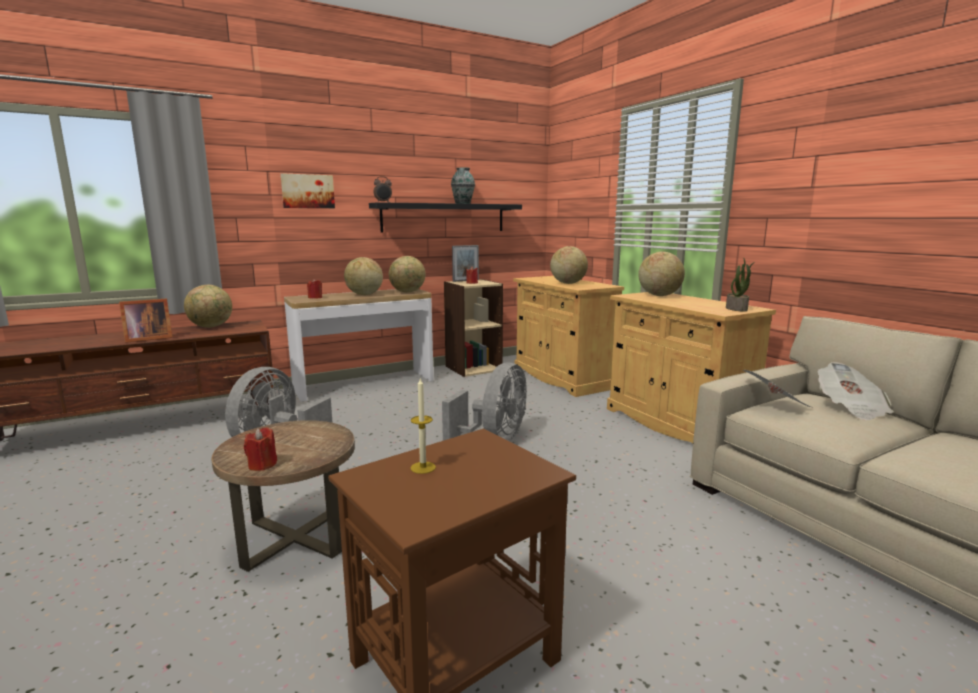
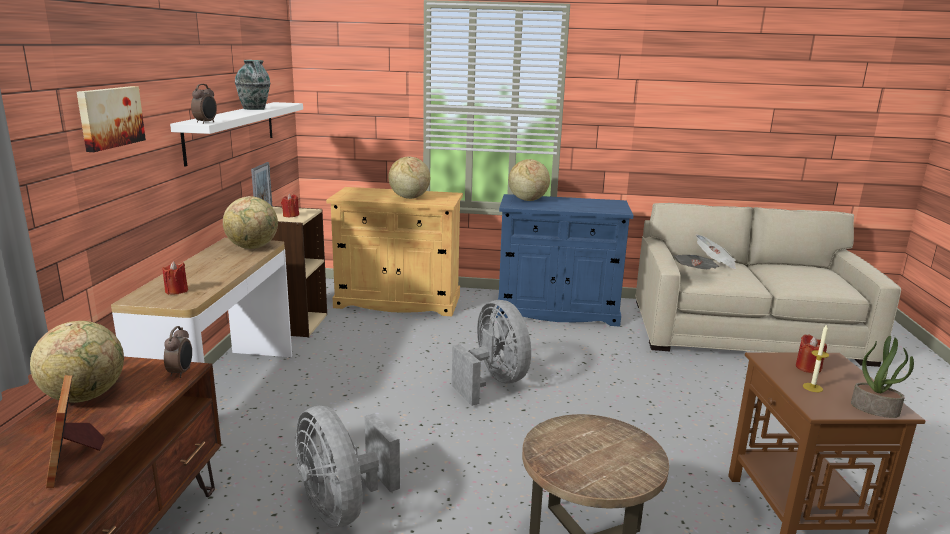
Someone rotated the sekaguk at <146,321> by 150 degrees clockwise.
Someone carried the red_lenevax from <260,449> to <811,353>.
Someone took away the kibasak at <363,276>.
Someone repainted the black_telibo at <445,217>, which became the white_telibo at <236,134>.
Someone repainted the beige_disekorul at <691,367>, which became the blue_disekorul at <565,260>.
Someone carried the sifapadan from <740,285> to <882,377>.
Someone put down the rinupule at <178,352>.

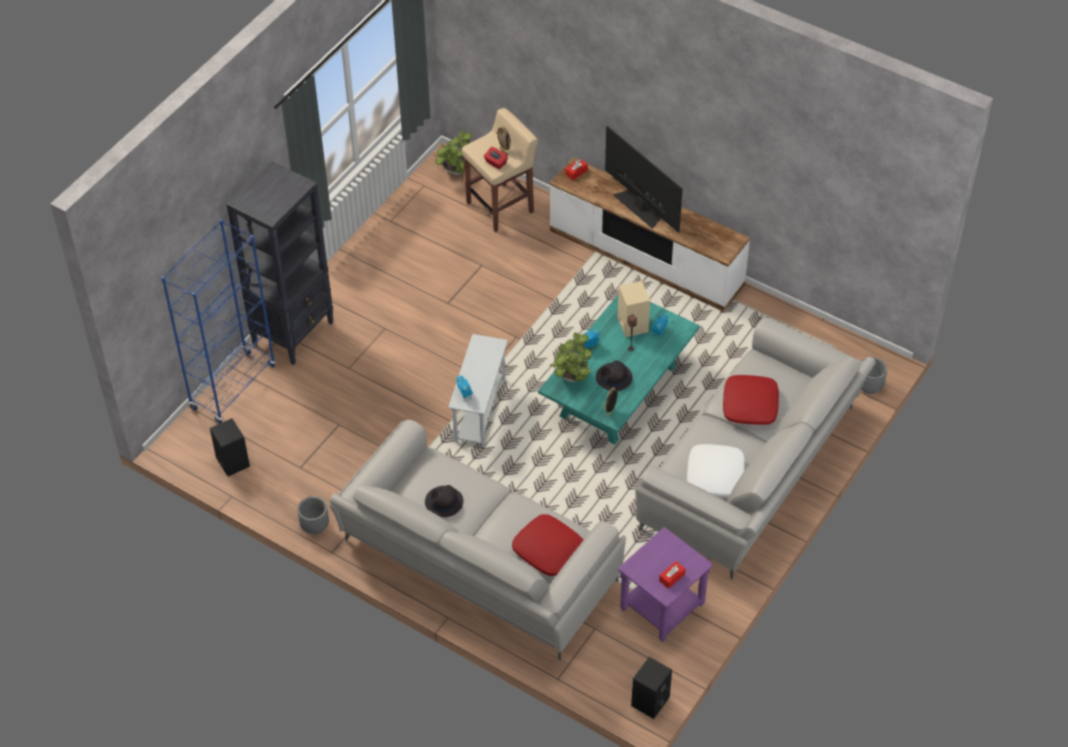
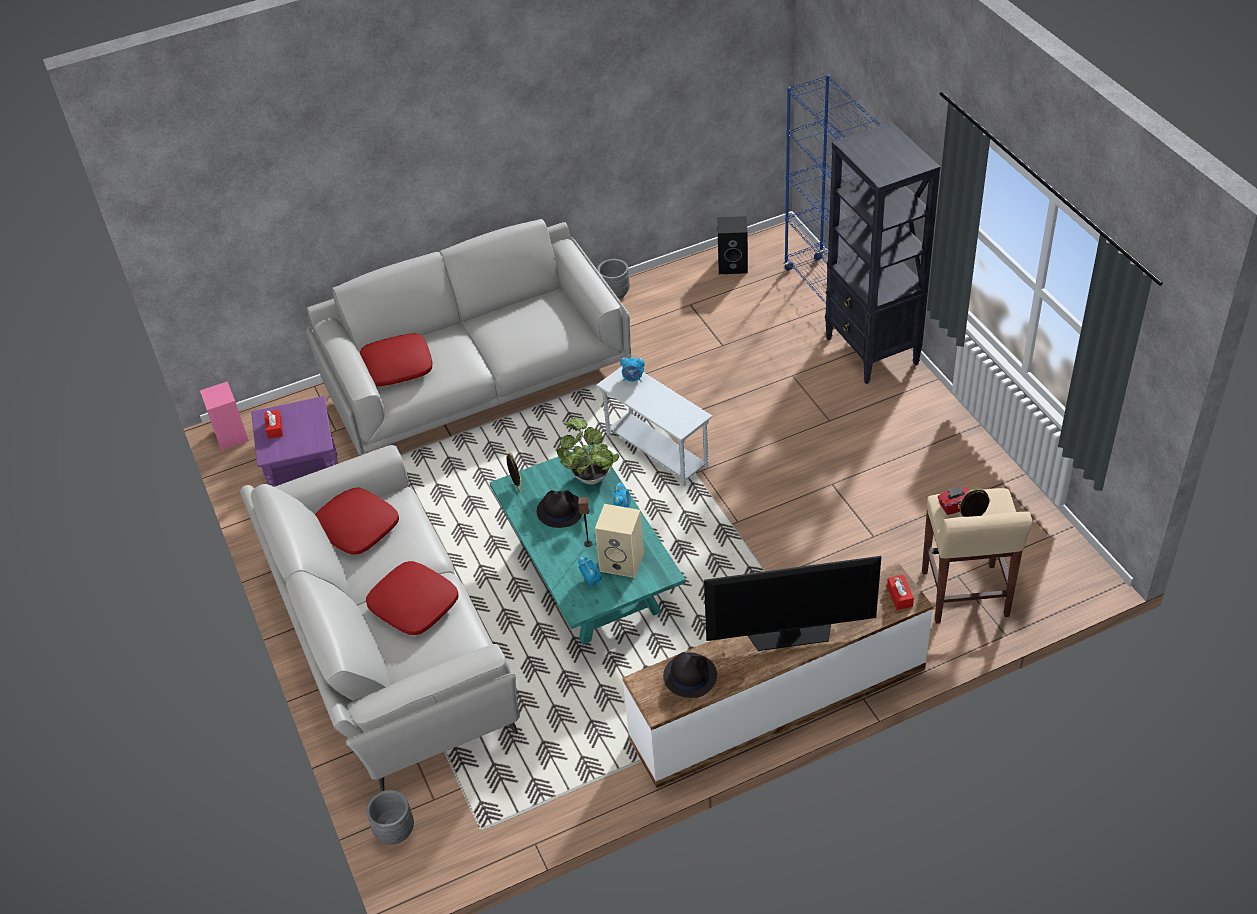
Someone carried the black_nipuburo from <444,501> to <690,675>.
Someone took away the sifapadan at <453,153>.
Someone repainted the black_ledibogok at <651,688>, which became the pink_ledibogok at <224,415>.
Someone repainted the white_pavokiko at <716,470>, which became the red_pavokiko at <357,521>.

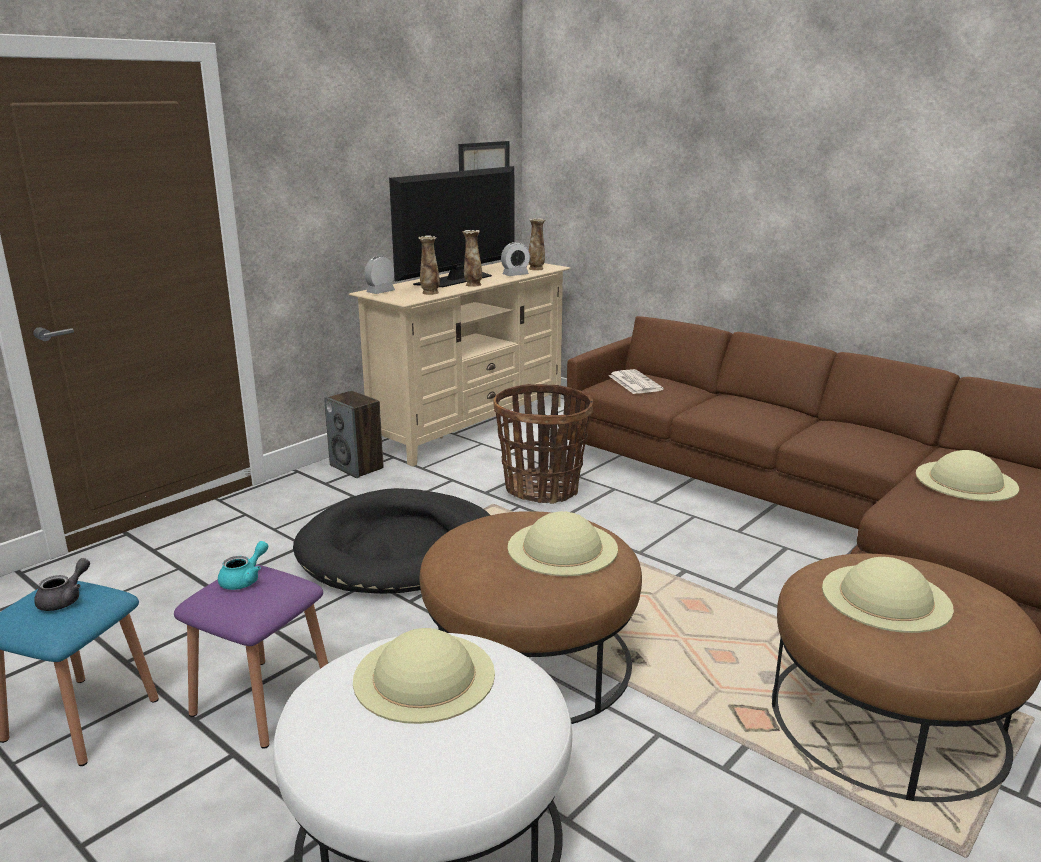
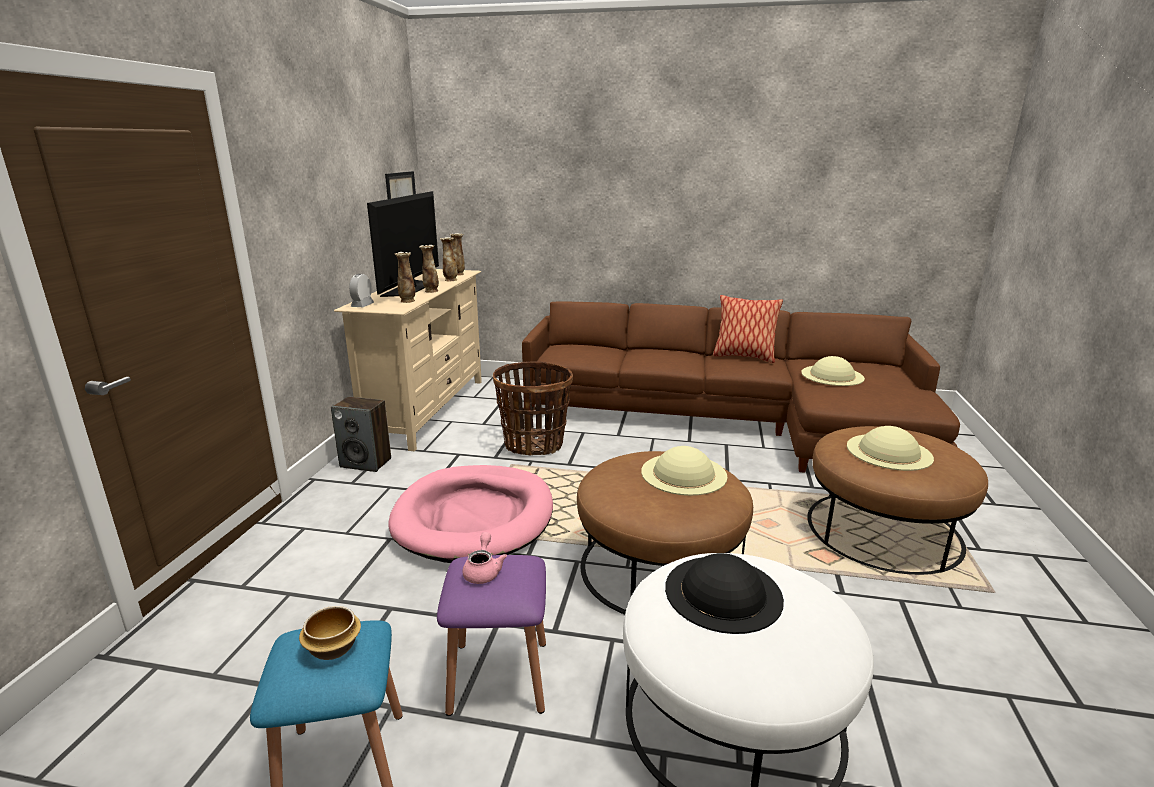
Someone swapped the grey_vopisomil at <62,584> for the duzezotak at <330,633>.
Someone repainted the turquoise_vopisomil at <243,565>, which became the pink_vopisomil at <484,558>.
Someone repainted the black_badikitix at <391,541>, which became the pink_badikitix at <471,514>.
Someone repainted the beige_nipuburo at <424,676>, which became the black_nipuburo at <724,593>.
Someone swapped the rinupule at <515,259> for the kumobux at <449,259>.
Someone took away the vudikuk at <636,381>.
Someone put down the pavokiko at <748,329>.

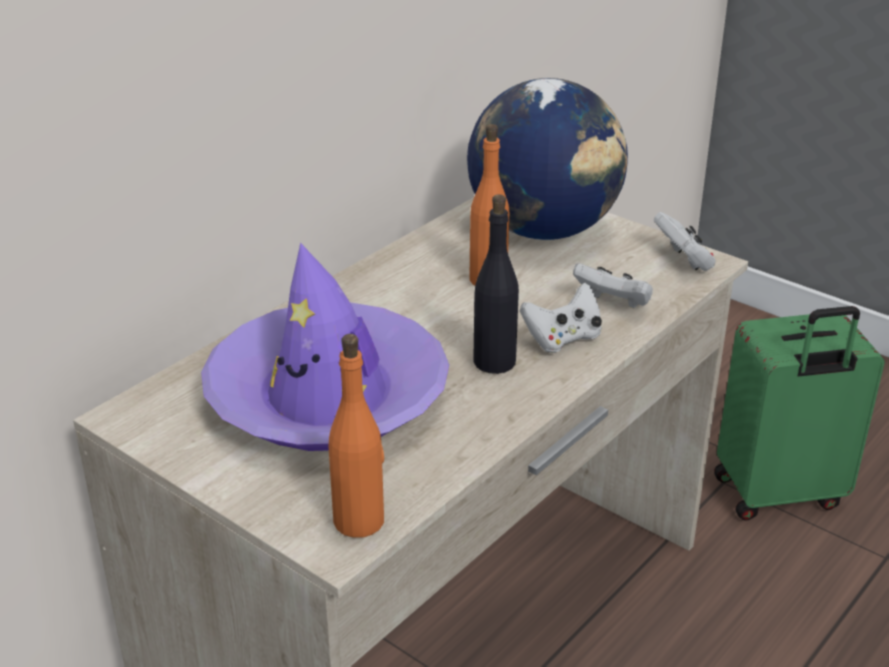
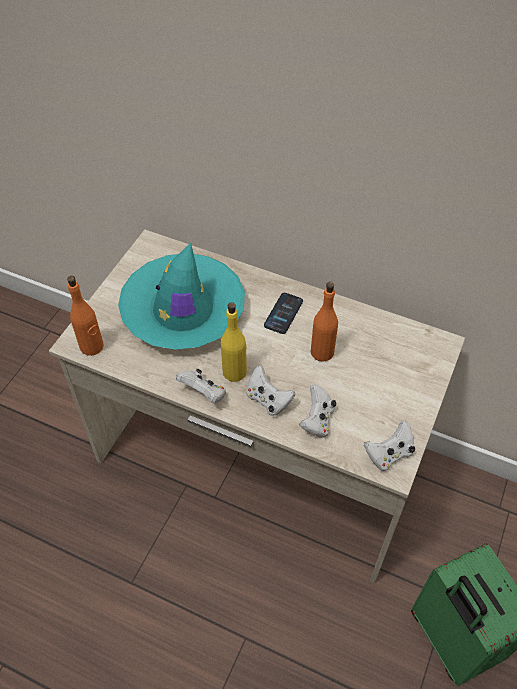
Someone repainted the purple_nipuburo at <325,347>, which became the turquoise_nipuburo at <181,296>.
Someone took away the kibasak at <547,159>.
Someone repainted the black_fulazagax at <496,284>, which became the yellow_fulazagax at <234,342>.
Someone put down the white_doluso at <201,386>.
Someone put down the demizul at <283,313>.

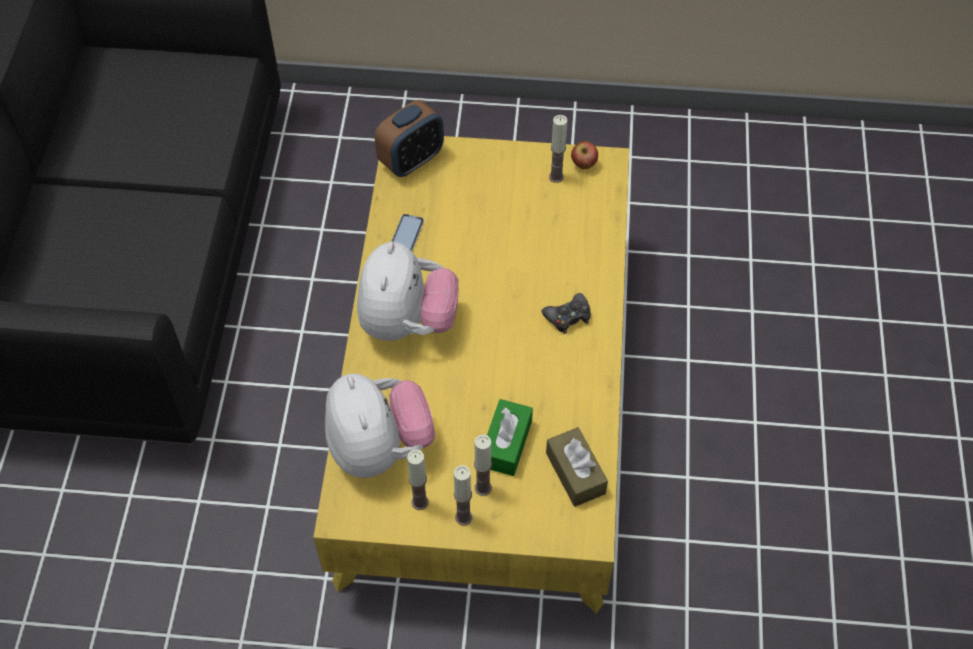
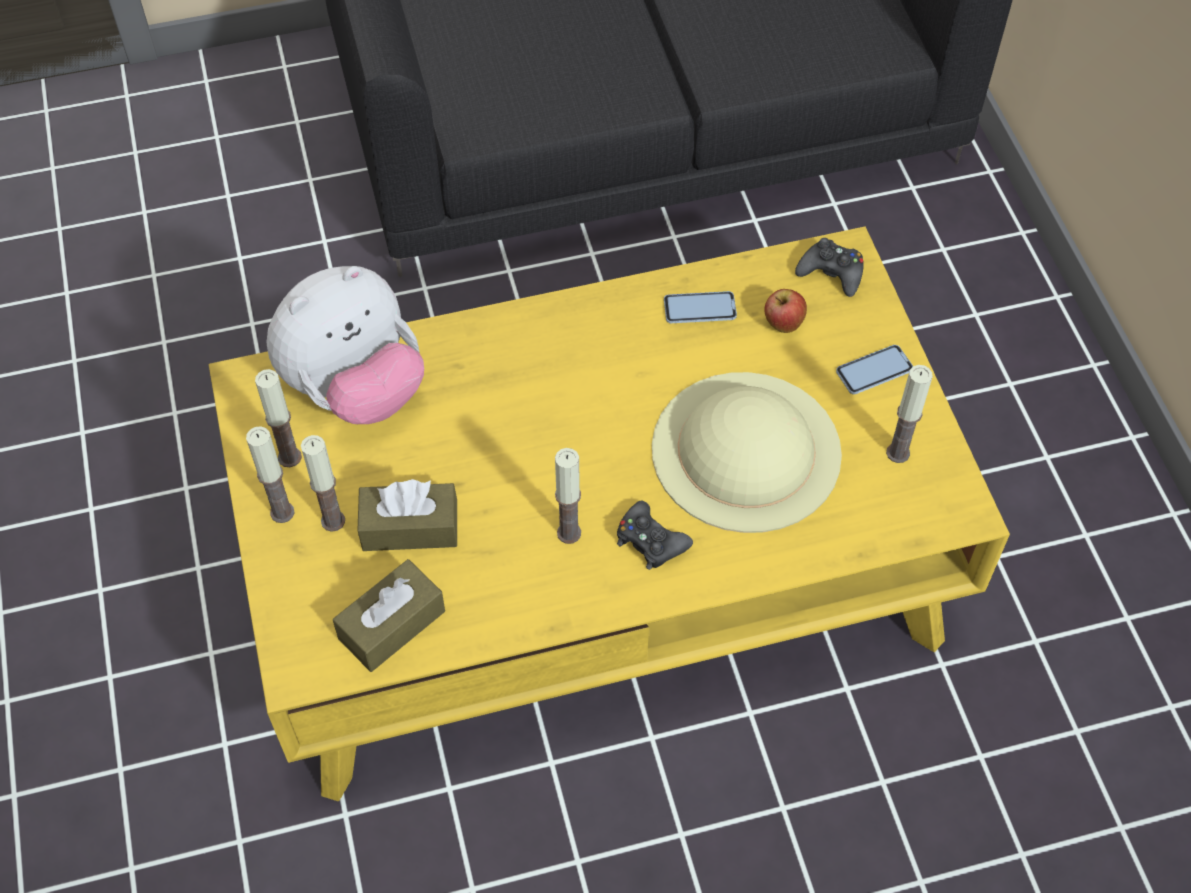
Someone took away the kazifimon at <408,291>.
Someone swapped the rinupule at <409,138> for the black_doluso at <829,267>.
Someone repainted the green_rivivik at <510,437>, which became the brown_rivivik at <407,515>.
Someone carried the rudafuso from <584,155> to <785,311>.
Someone put down the lenevax at <568,496>.
Someone put down the beige_nipuburo at <747,452>.
Someone put down the demizul at <874,369>.

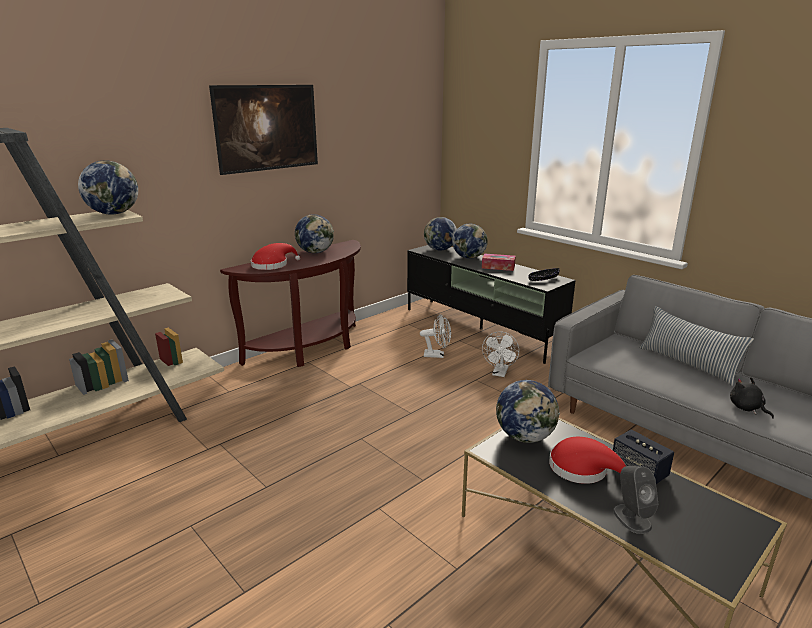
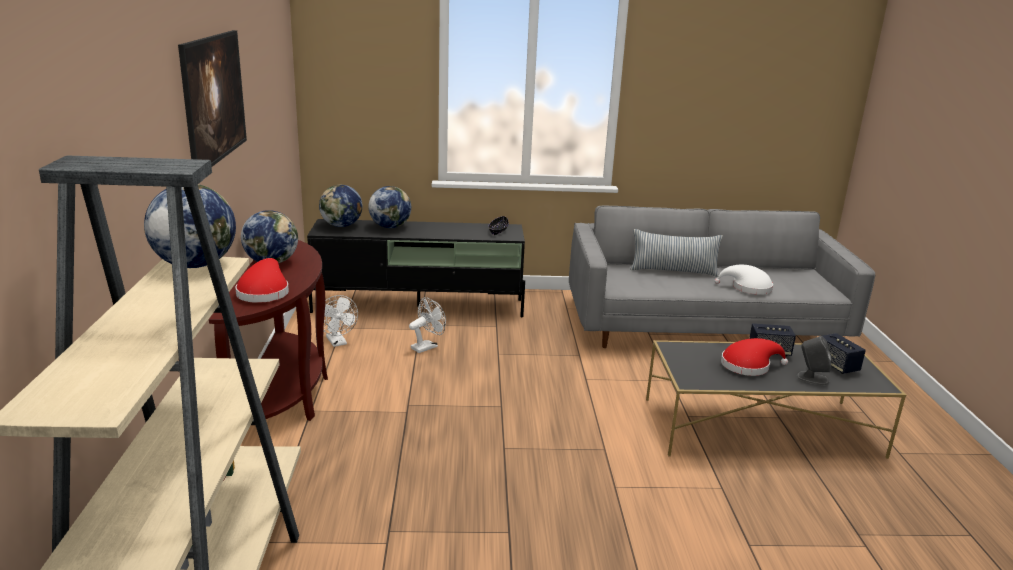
Someone took away the rivivik at <499,262>.
Someone carried the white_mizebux from <500,354> to <340,321>.
Someone took away the kibasak at <528,411>.
Someone swapped the black_kazifimon at <752,398> for the white_nipuburo at <743,280>.
Someone put down the ledibogok at <844,353>.

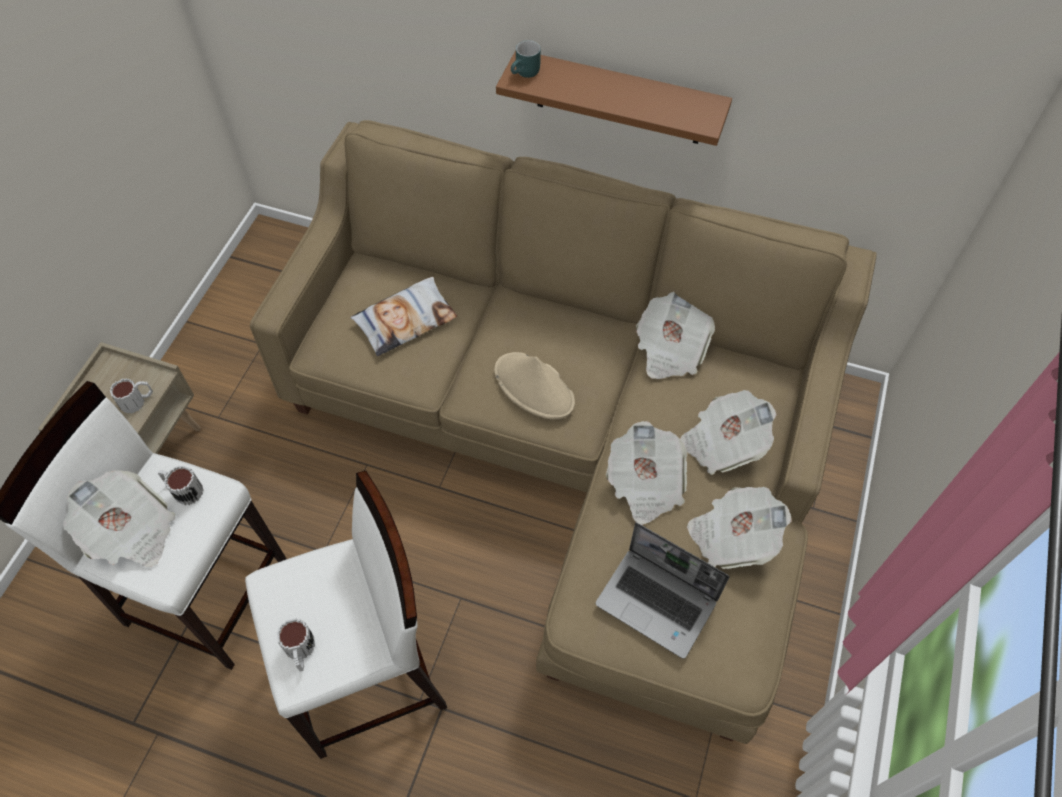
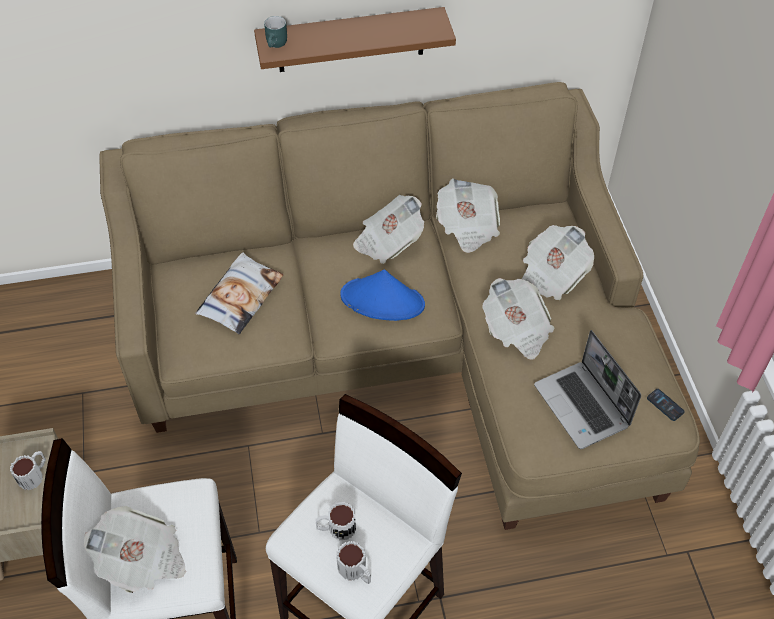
Someone carried the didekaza from <180,485> to <335,521>.
Someone repainted the beige_nipuburo at <534,386>, which became the blue_nipuburo at <382,295>.
Someone rotated the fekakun at <662,591> by 60 degrees clockwise.
Someone carried the vudikuk from <739,528> to <388,229>.
Someone put down the demizul at <666,405>.

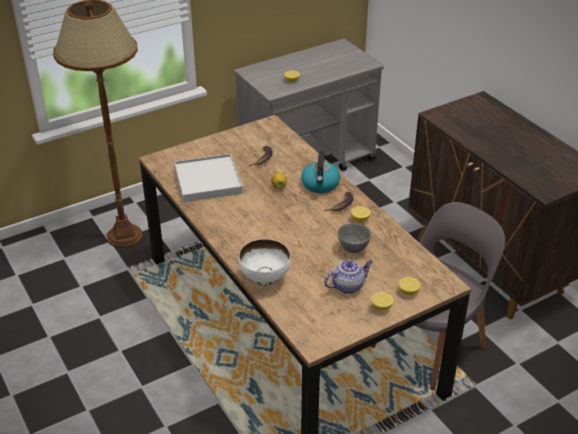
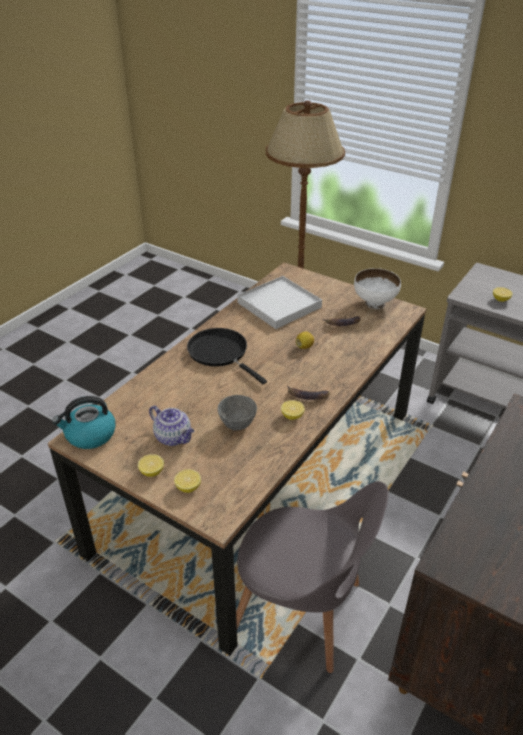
Someone carried the white_duzezotak from <264,262> to <377,288>.
Someone carried the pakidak from <320,172> to <84,422>.
Someone put down the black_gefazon at <227,356>.

